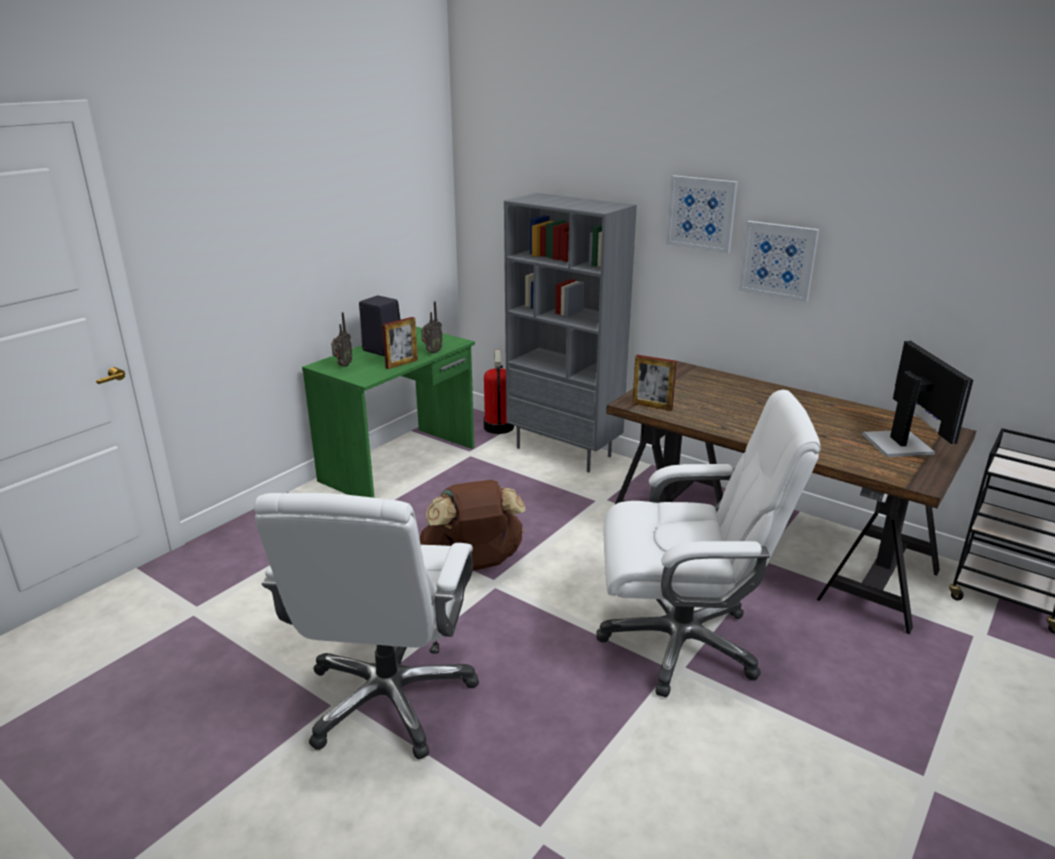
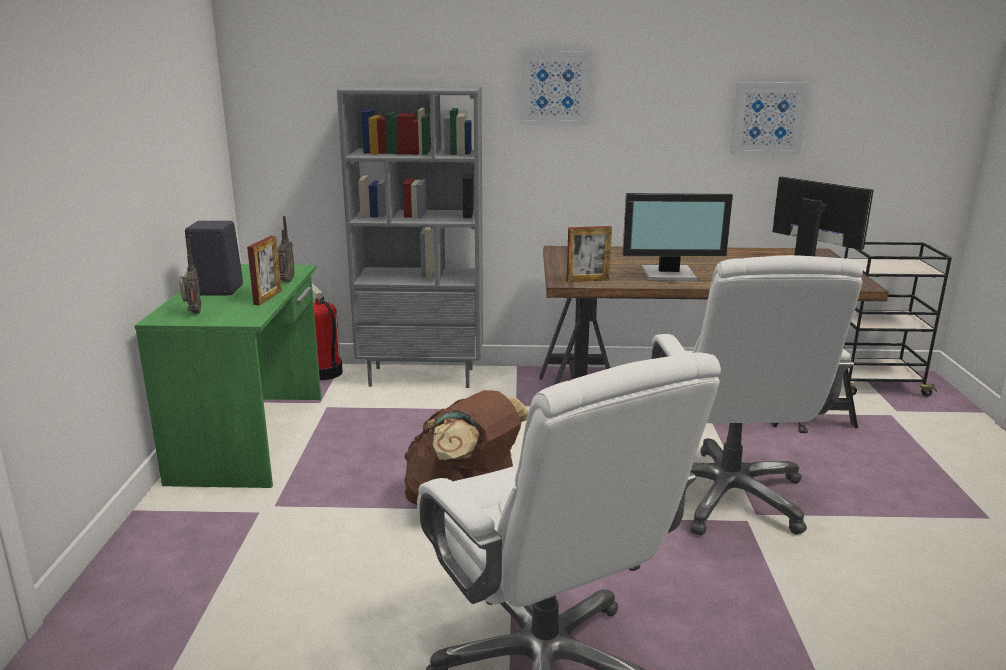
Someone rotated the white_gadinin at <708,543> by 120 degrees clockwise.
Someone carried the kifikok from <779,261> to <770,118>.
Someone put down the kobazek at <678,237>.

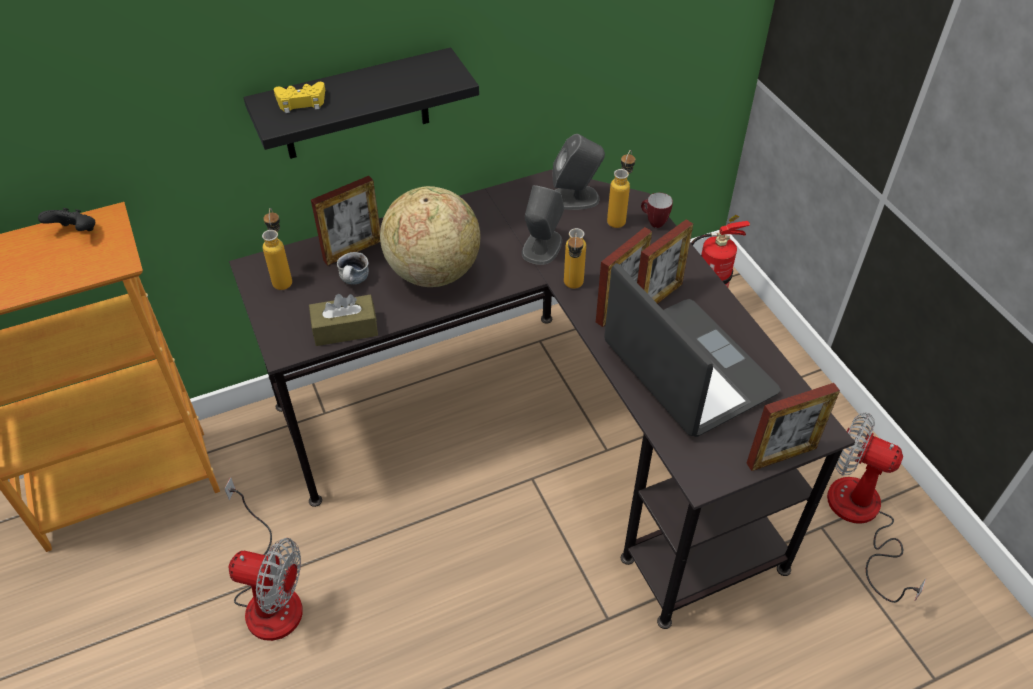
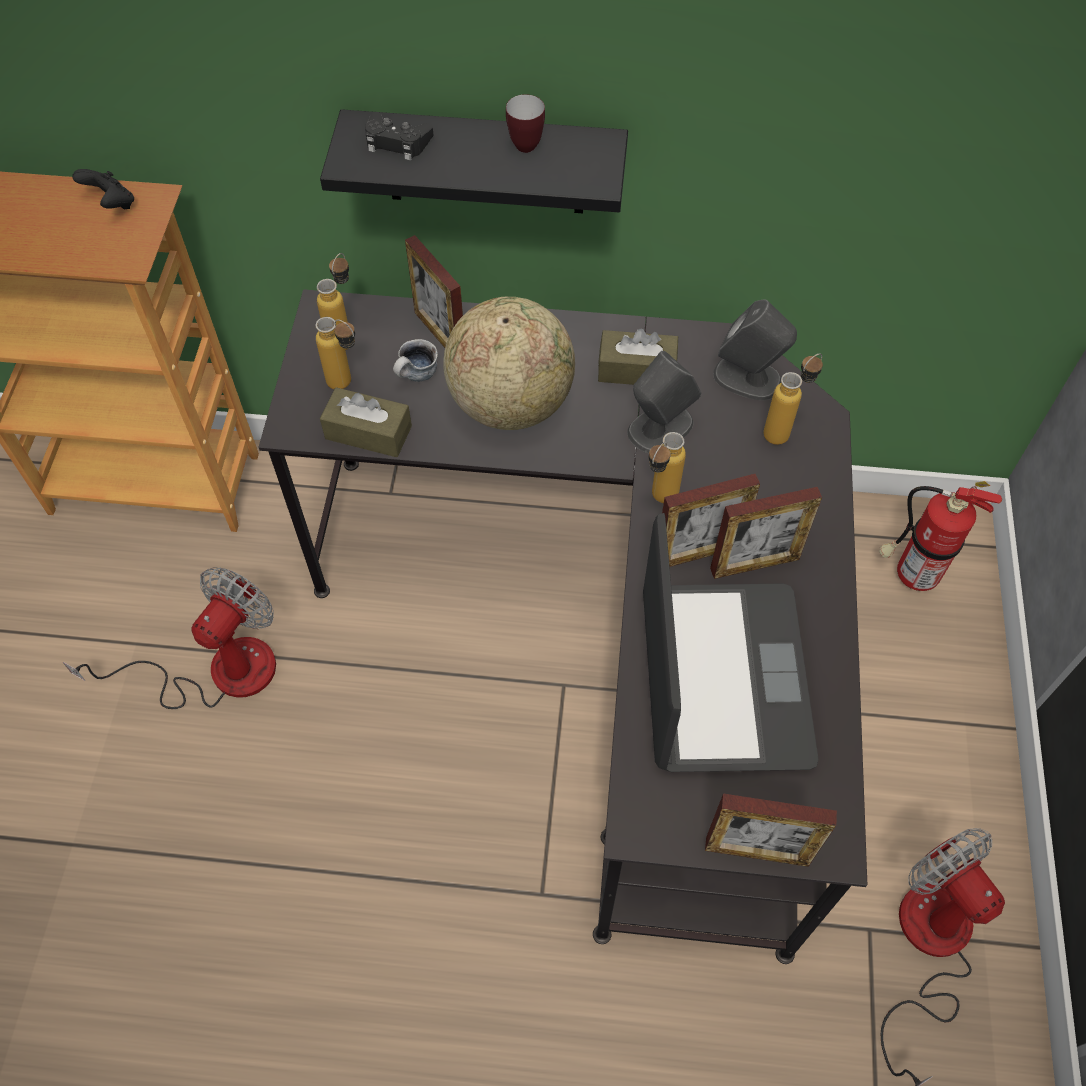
Someone rotated the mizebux at <263,559> by 105 degrees counterclockwise.
Someone repainted the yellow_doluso at <299,97>, which became the black_doluso at <399,136>.
Someone rotated the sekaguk at <345,221> by 60 degrees clockwise.
Someone carried the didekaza from <657,210> to <525,123>.
Someone put down the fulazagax at <335,353>.
Someone put down the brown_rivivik at <638,356>.

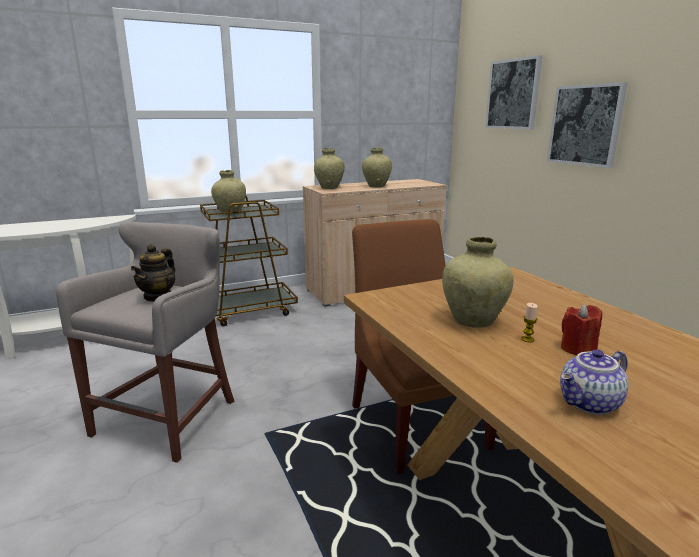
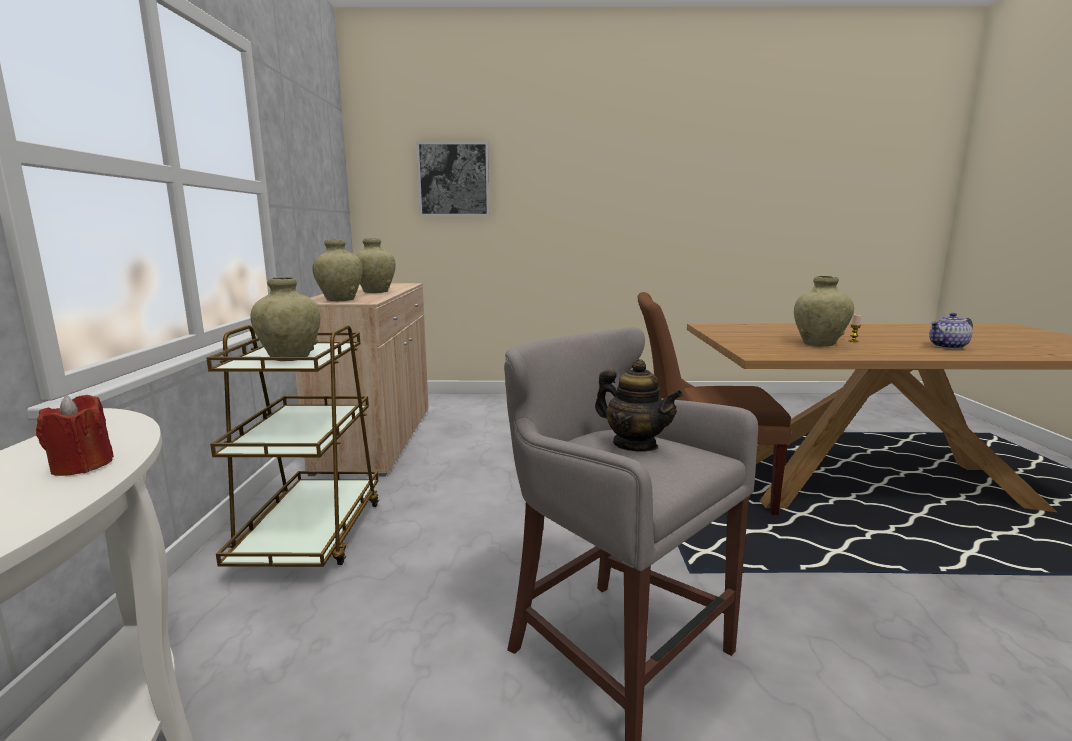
Someone took away the kifikok at <587,125>.
Someone rotated the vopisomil at <594,382> by 75 degrees clockwise.
Someone carried the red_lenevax from <581,329> to <75,435>.

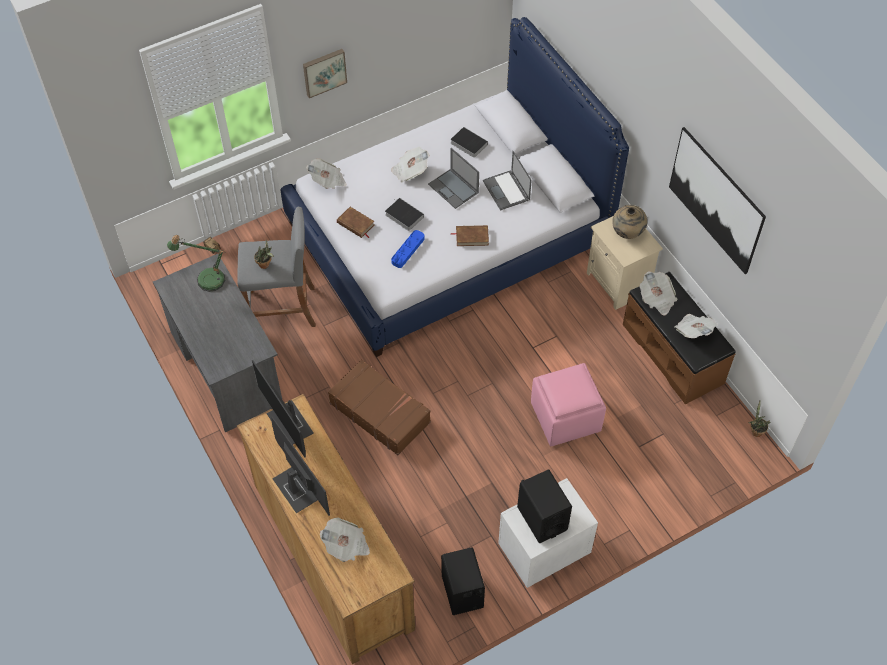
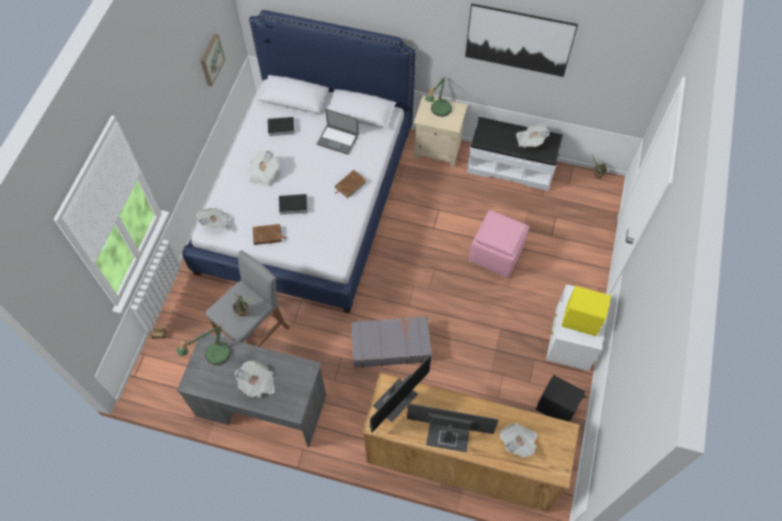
Someone rotated the kobazek at <283,409> by 60 degrees counterclockwise.
Someone carried the kifikok from <325,73> to <212,59>.
Someone repainted the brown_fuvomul at <379,407>, which became the grey_fuvomul at <391,342>.
Someone took away the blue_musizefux at <408,249>.
Someone took away the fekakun at <453,178>.
Someone repainted the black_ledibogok at <544,506>, which became the yellow_ledibogok at <586,311>.
Someone swapped the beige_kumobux at <629,222> for the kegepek at <438,96>.
Someone repainted the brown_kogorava at <679,338>, which became the white_kogorava at <515,154>.
Someone carried the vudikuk from <658,293> to <255,379>.

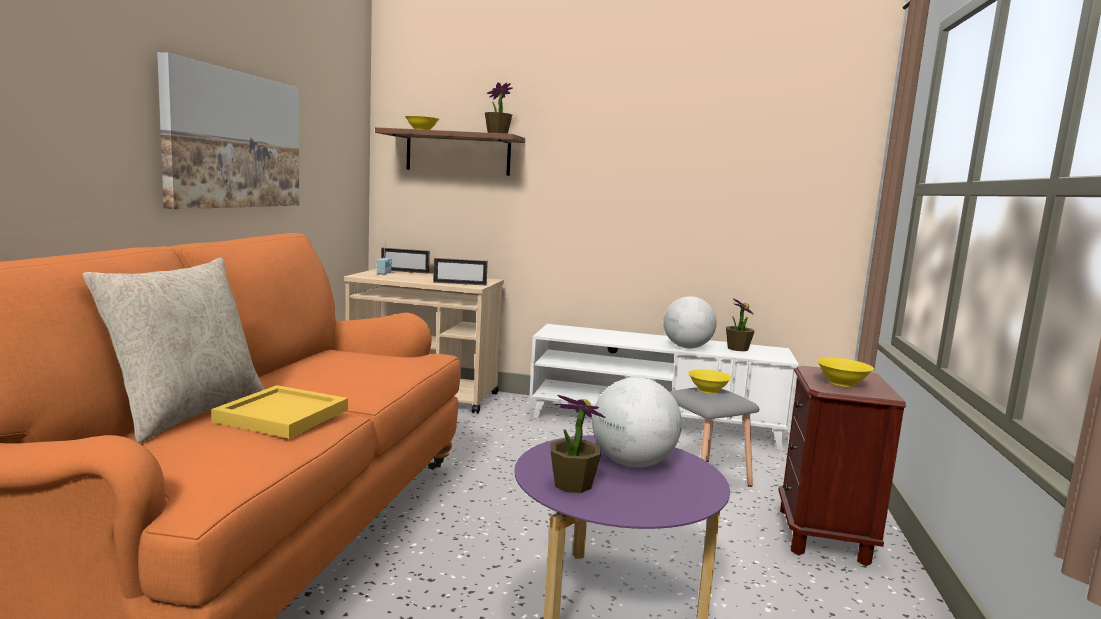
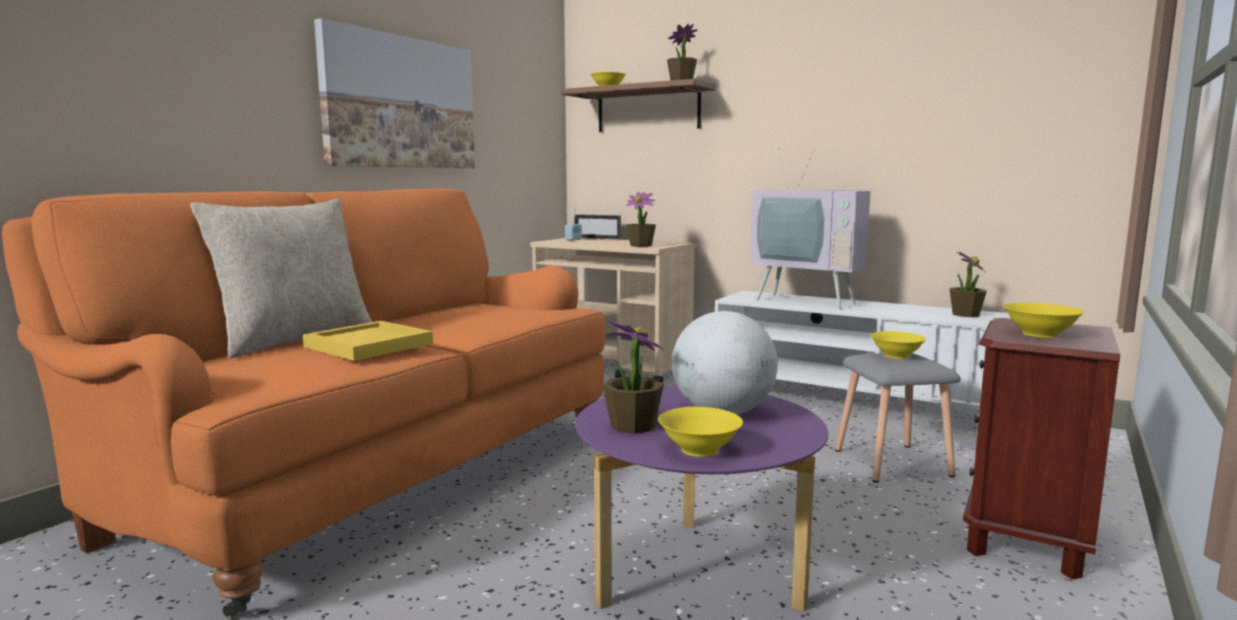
Someone swapped the sekaguk at <460,271> for the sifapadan at <641,219>.
Someone took away the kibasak at <690,322>.
Someone put down the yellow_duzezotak at <700,432>.
Someone put down the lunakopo at <810,229>.

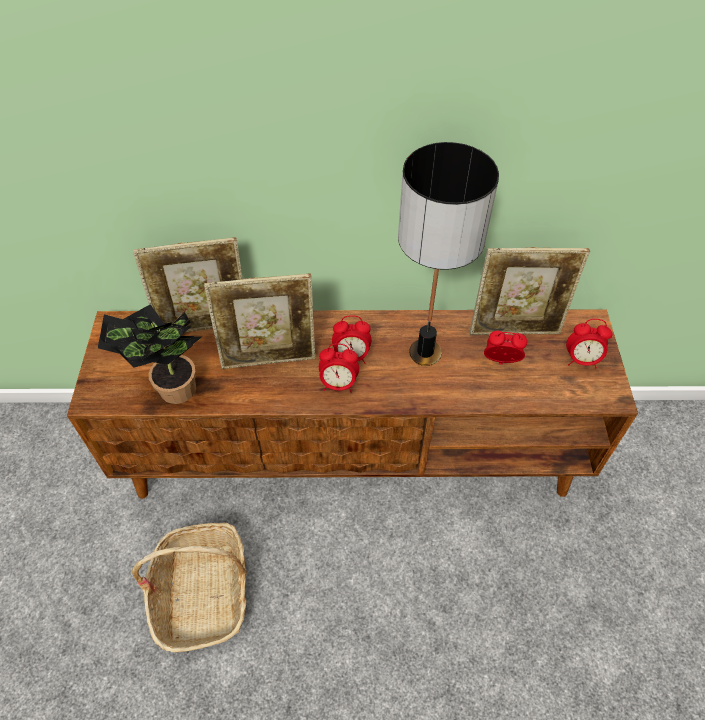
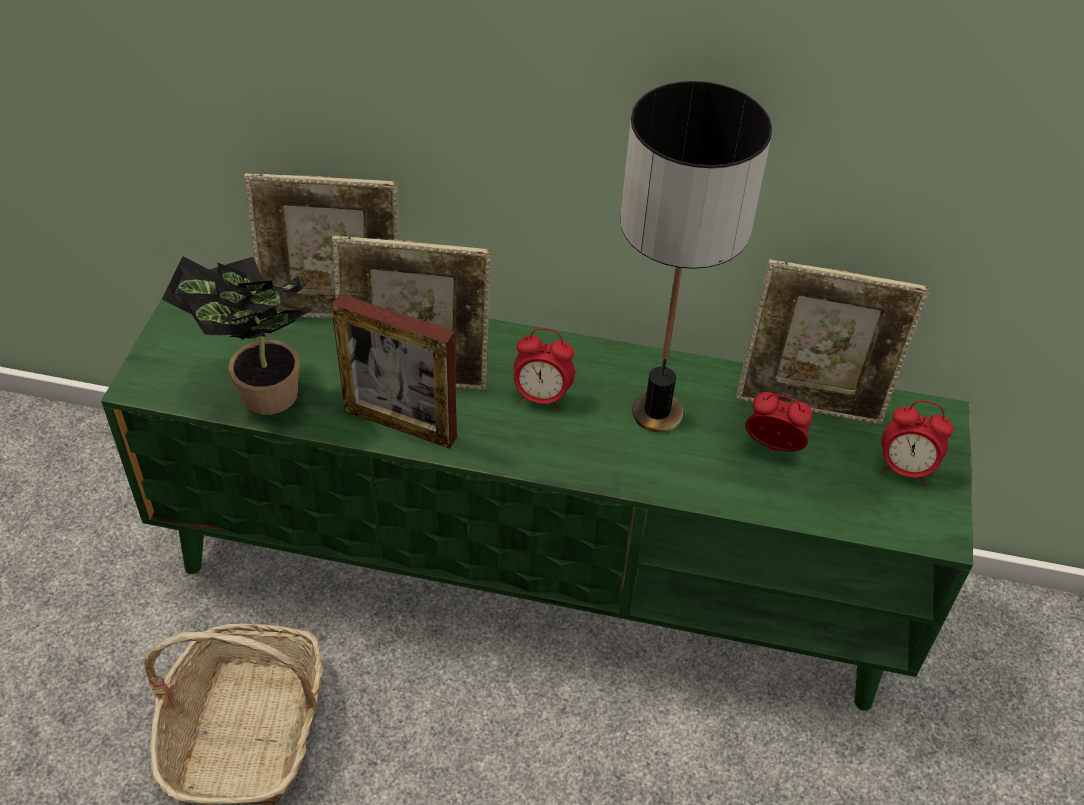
Someone repainted the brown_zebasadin at <352,404>, which became the green_zebasadin at <537,505>.
Someone took away the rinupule at <339,368>.
Someone put down the sekaguk at <394,371>.

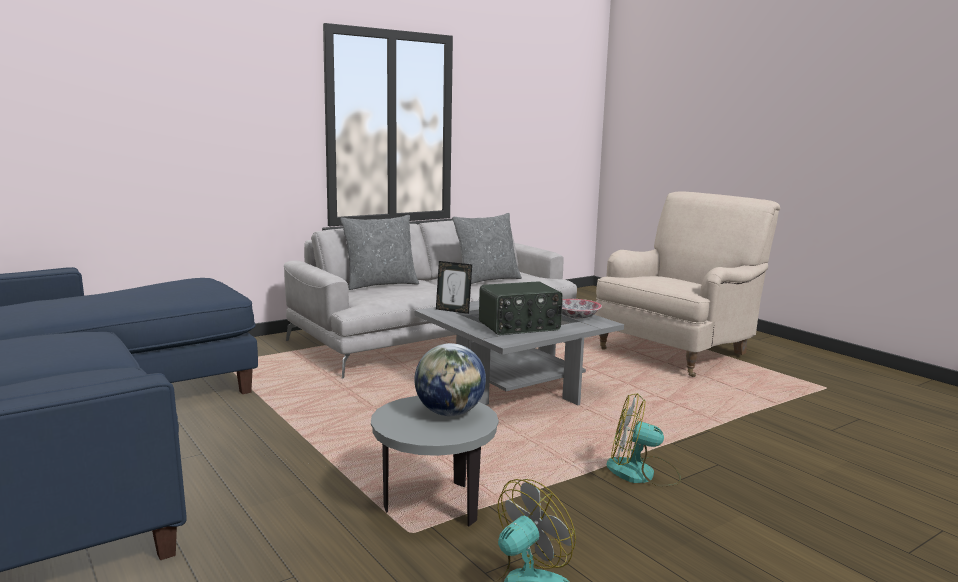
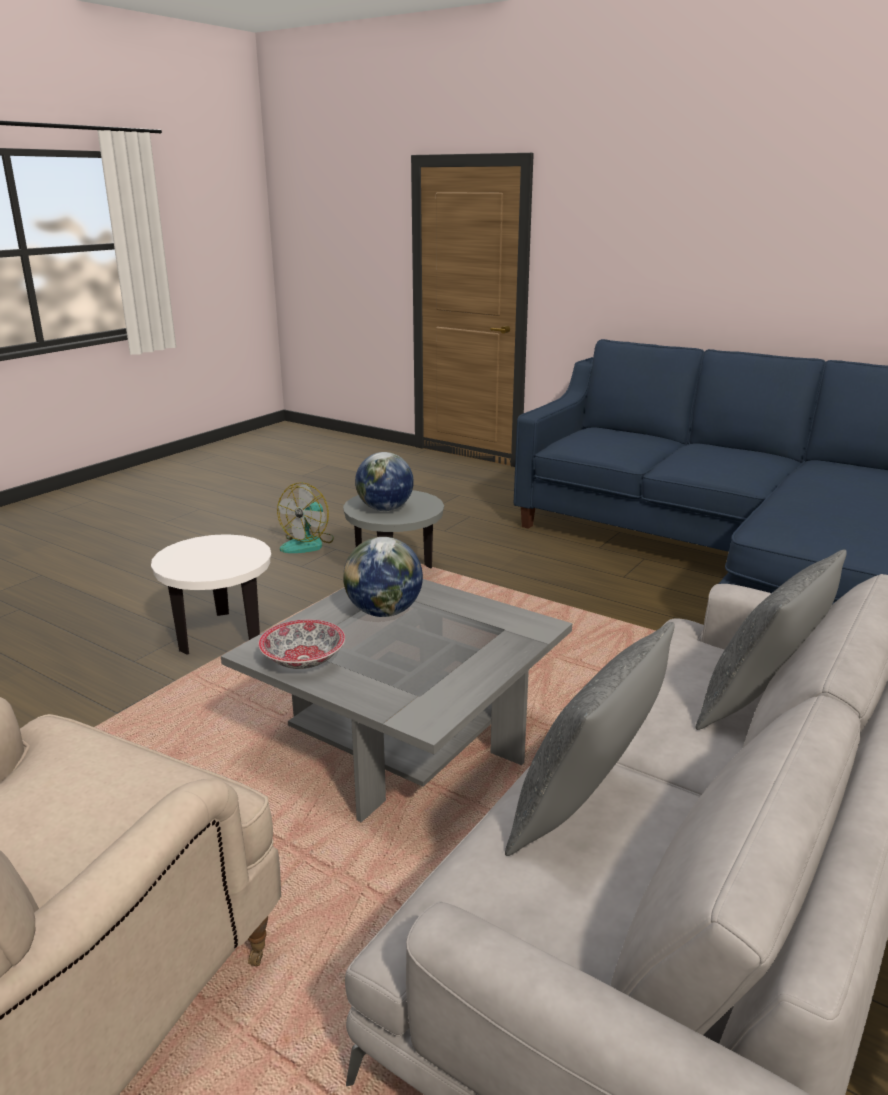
Someone took away the sekaguk at <454,287>.
Someone swapped the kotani at <521,308> for the kibasak at <383,577>.
Someone swapped the mizebux at <644,440> for the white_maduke at <211,594>.

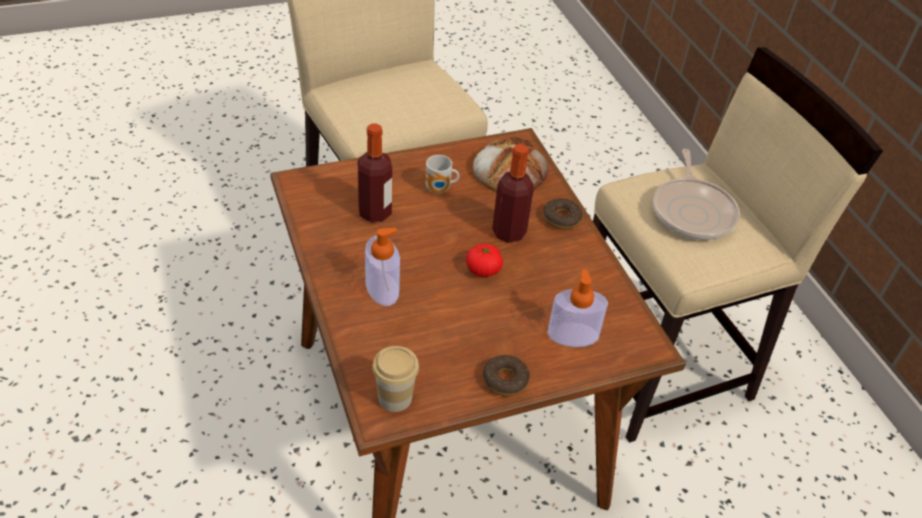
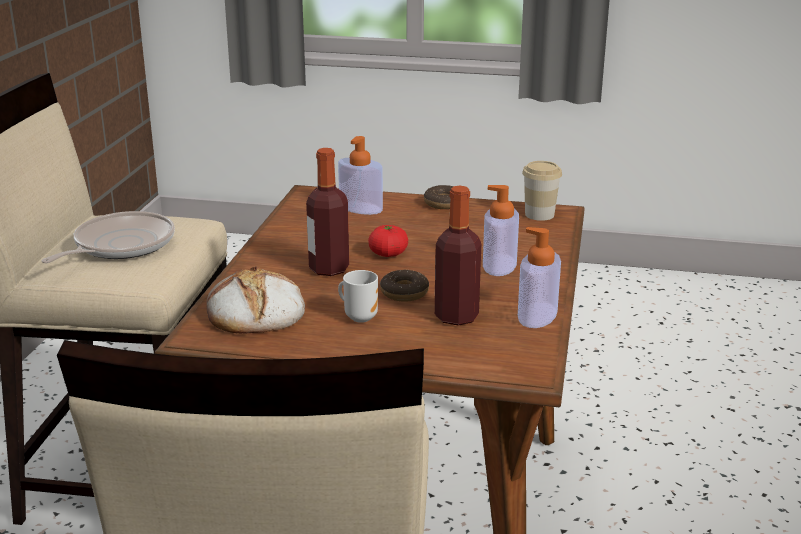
Someone carried the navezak from <563,214> to <404,286>.
Someone put down the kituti at <539,277>.

